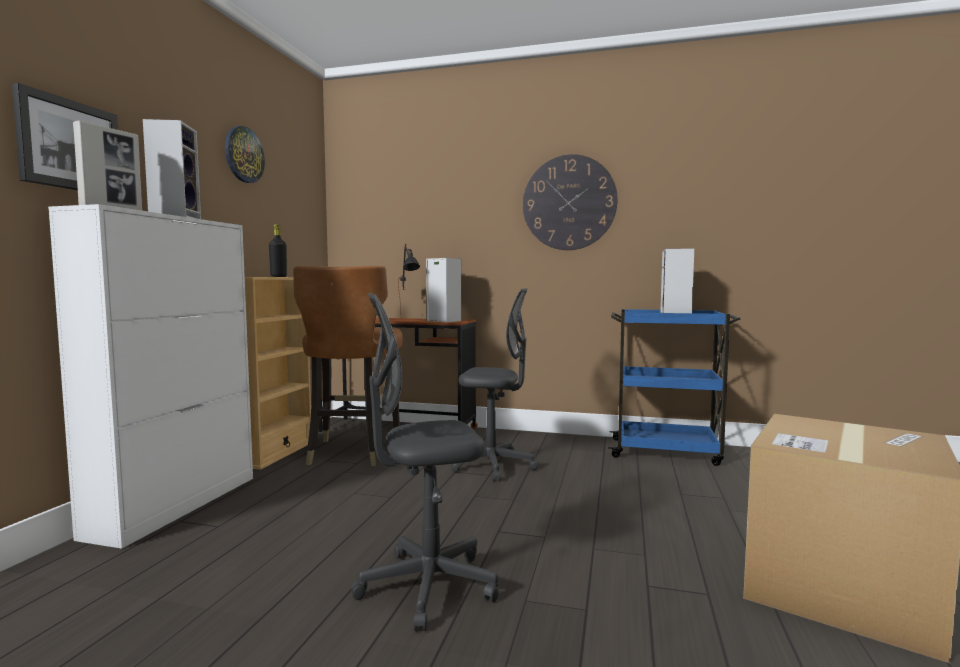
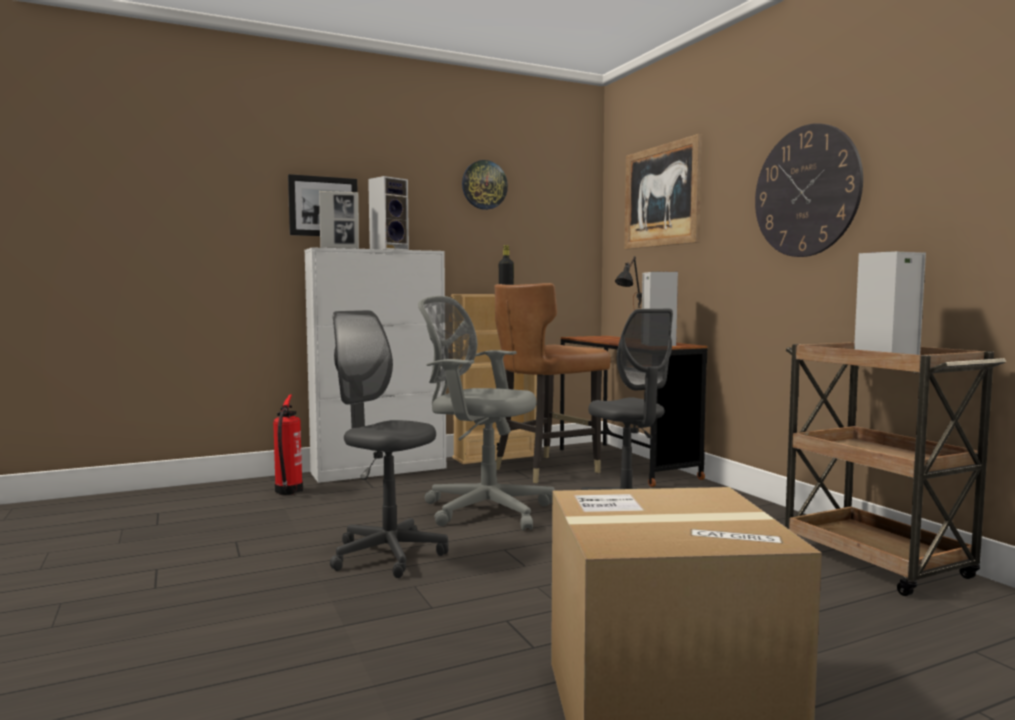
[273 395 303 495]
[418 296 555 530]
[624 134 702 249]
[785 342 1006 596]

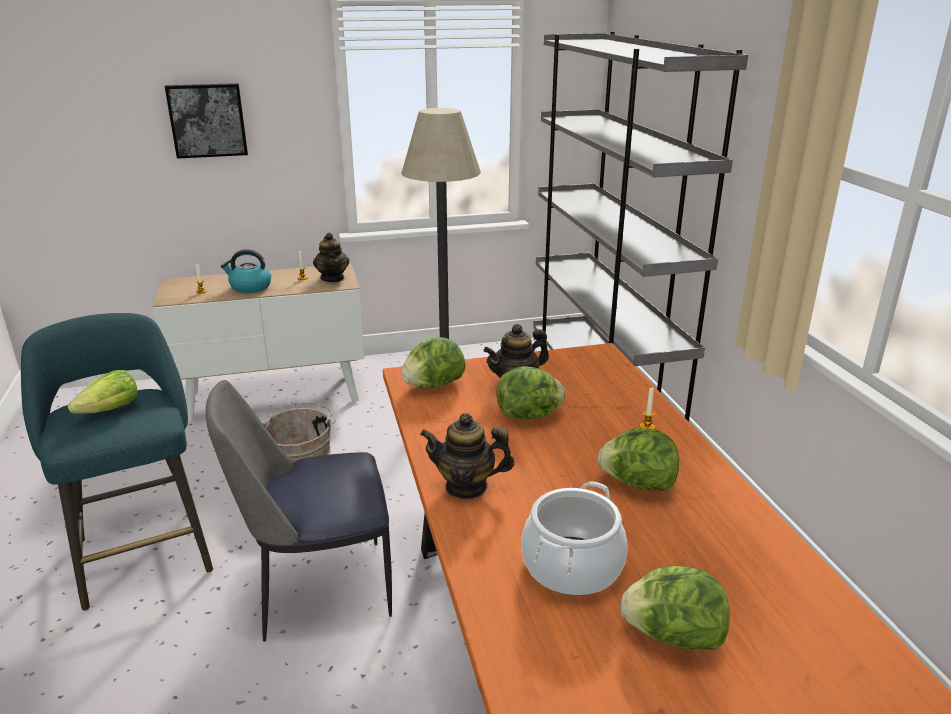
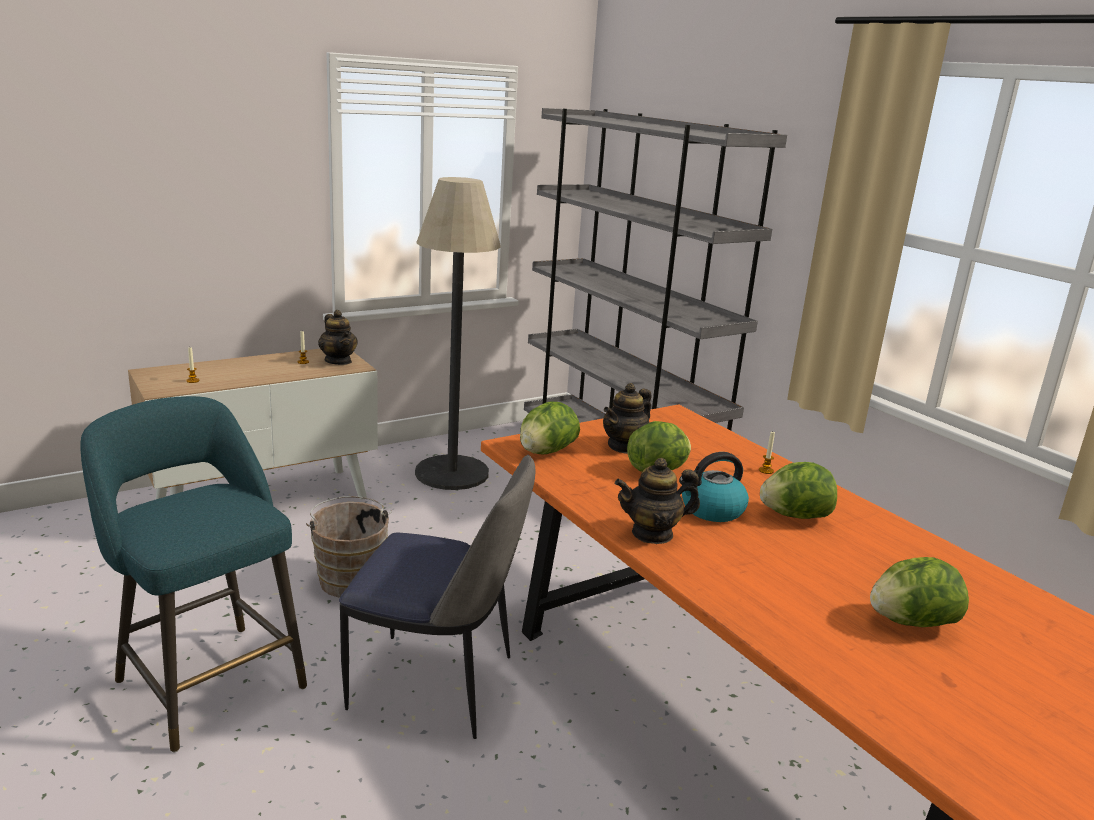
[339 455 535 739]
[679 452 749 522]
[68 370 138 414] (first image)
[165 83 248 159] (first image)
[521 481 628 596] (first image)

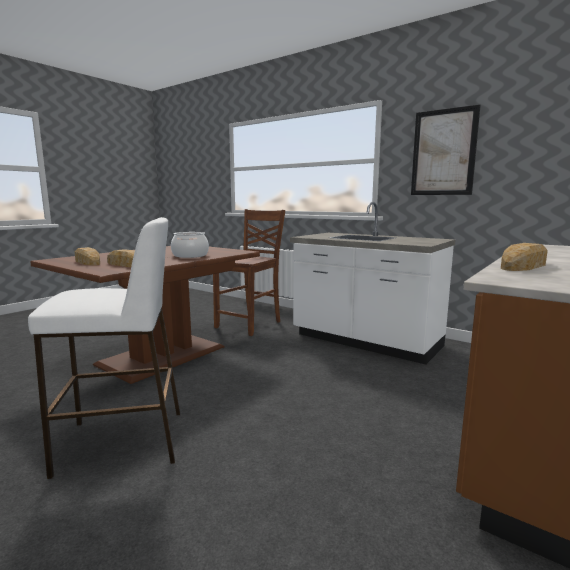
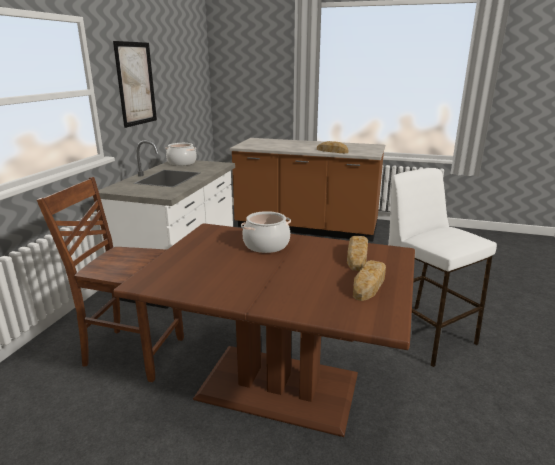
[166 143 197 166]

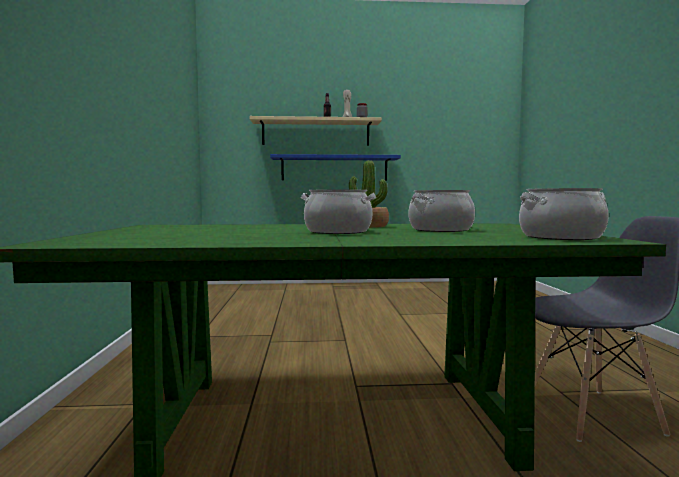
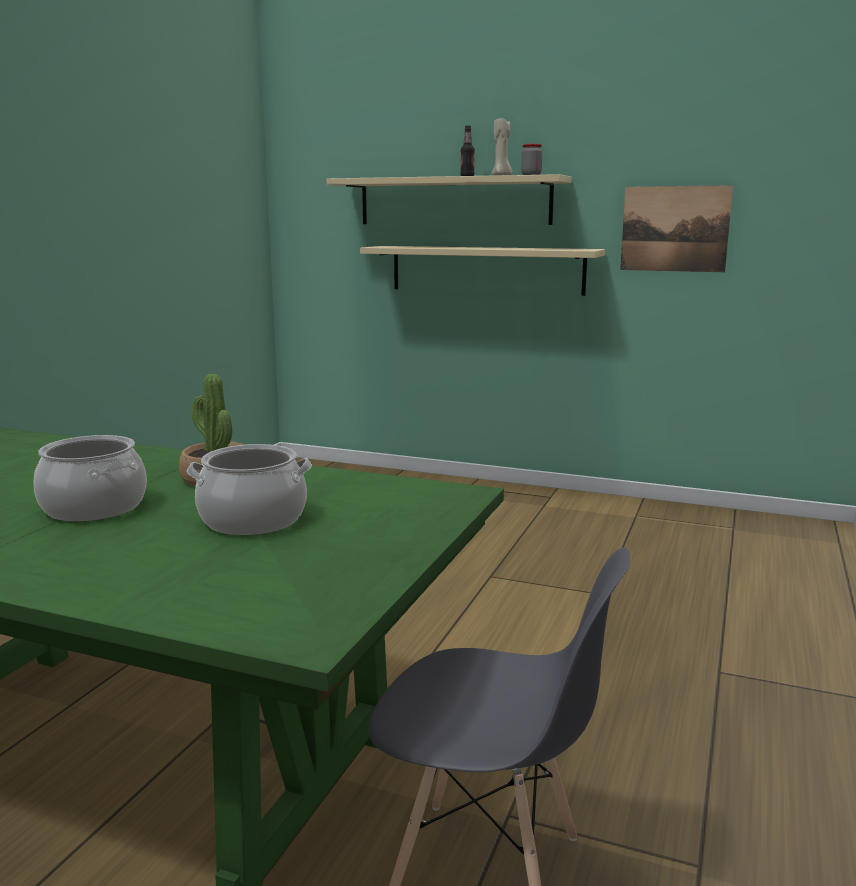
[360 246 605 296]
[620 185 733 272]
[519 188 609 240] (first image)

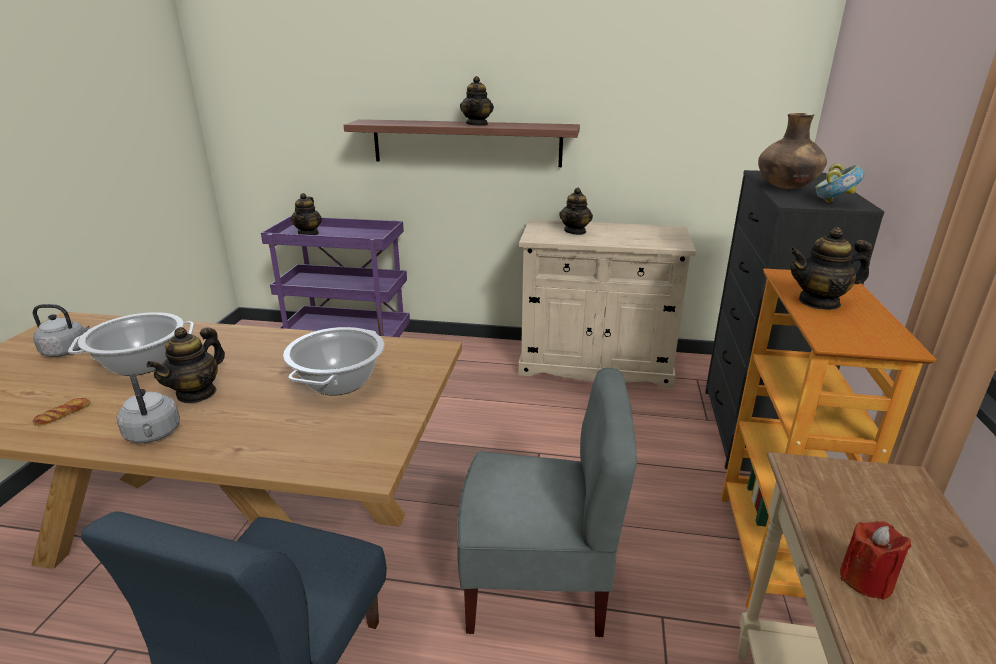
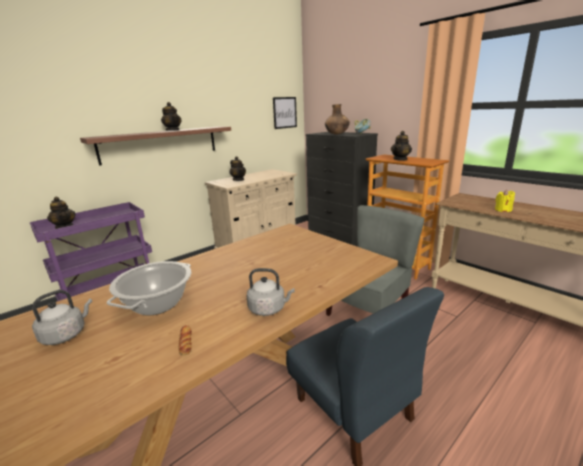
[273 97 297 129]
[495 190 515 212]
[146 327 225 403] (first image)
[283 327 384 396] (first image)

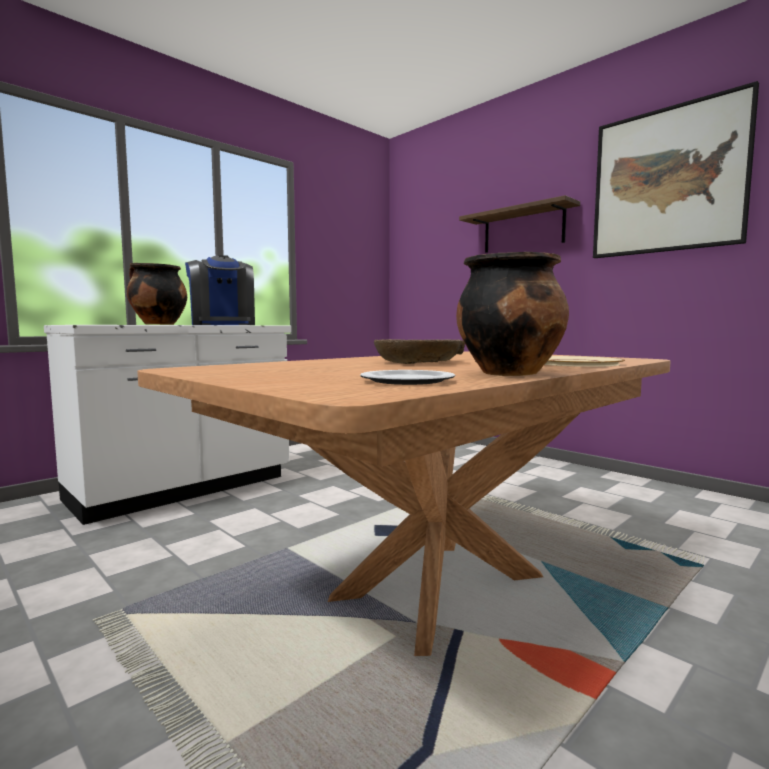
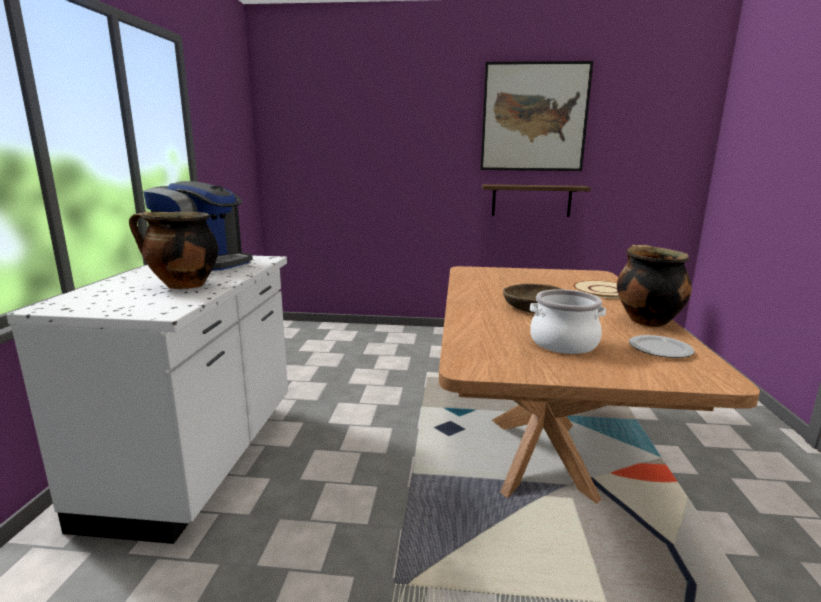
[482 184 591 217]
[530 289 606 354]

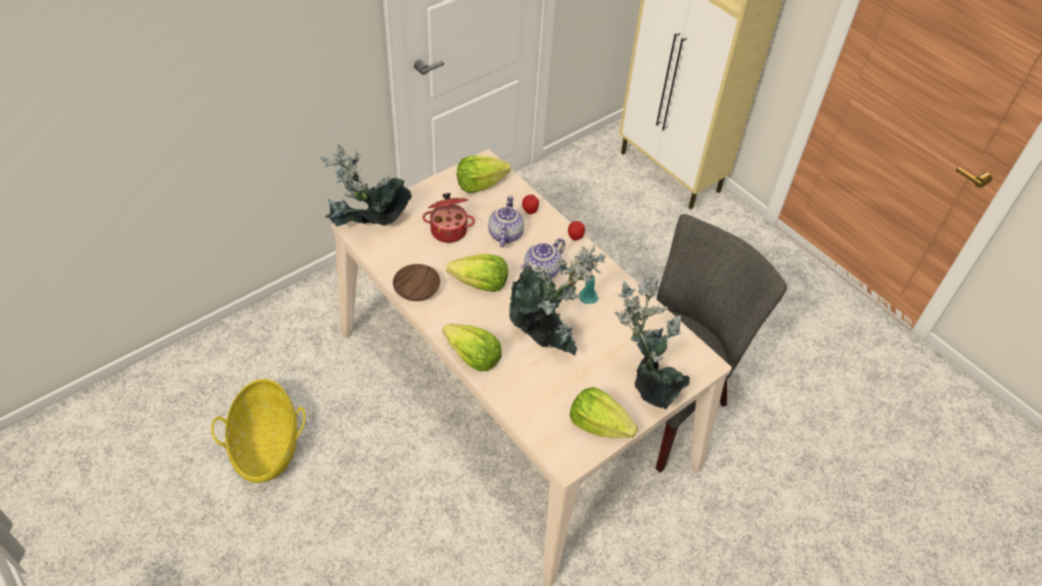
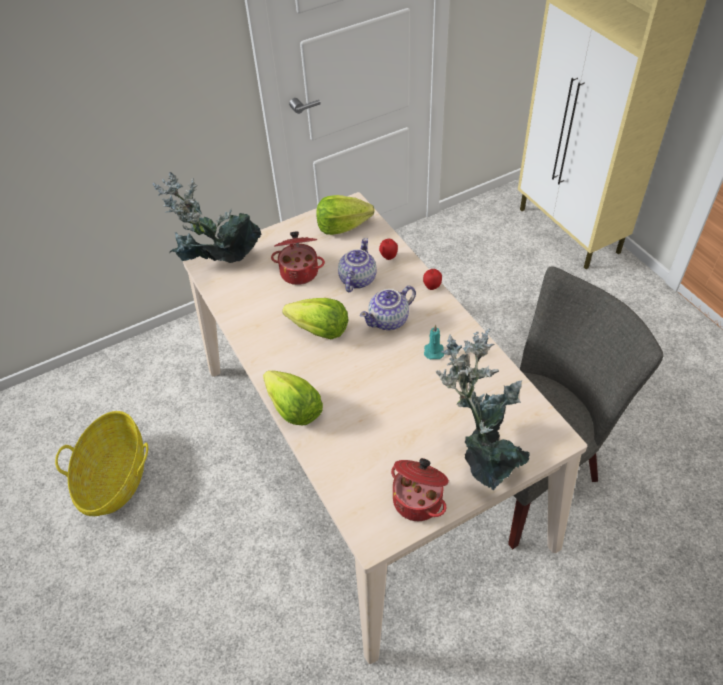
[391 458 449 521]
[393 264 440 301] (first image)
[509 245 606 356] (first image)

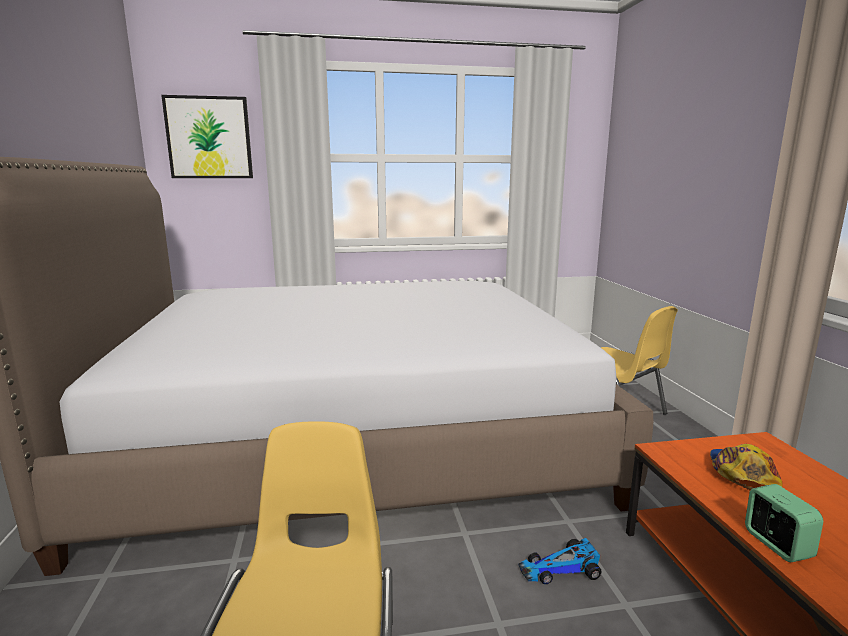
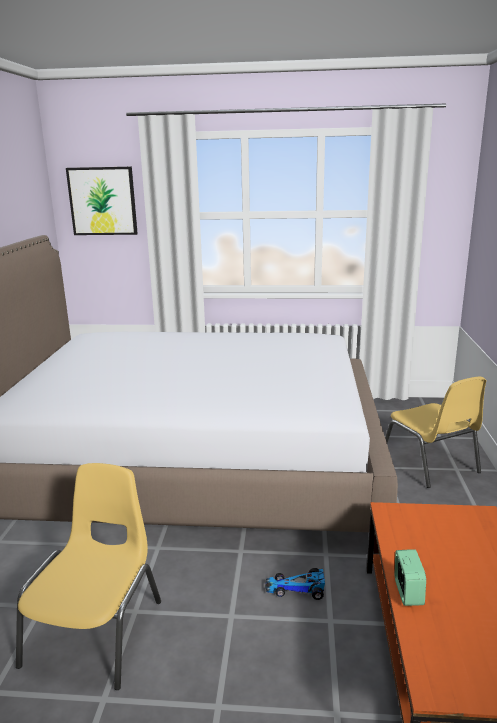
[710 444 783 490] (first image)

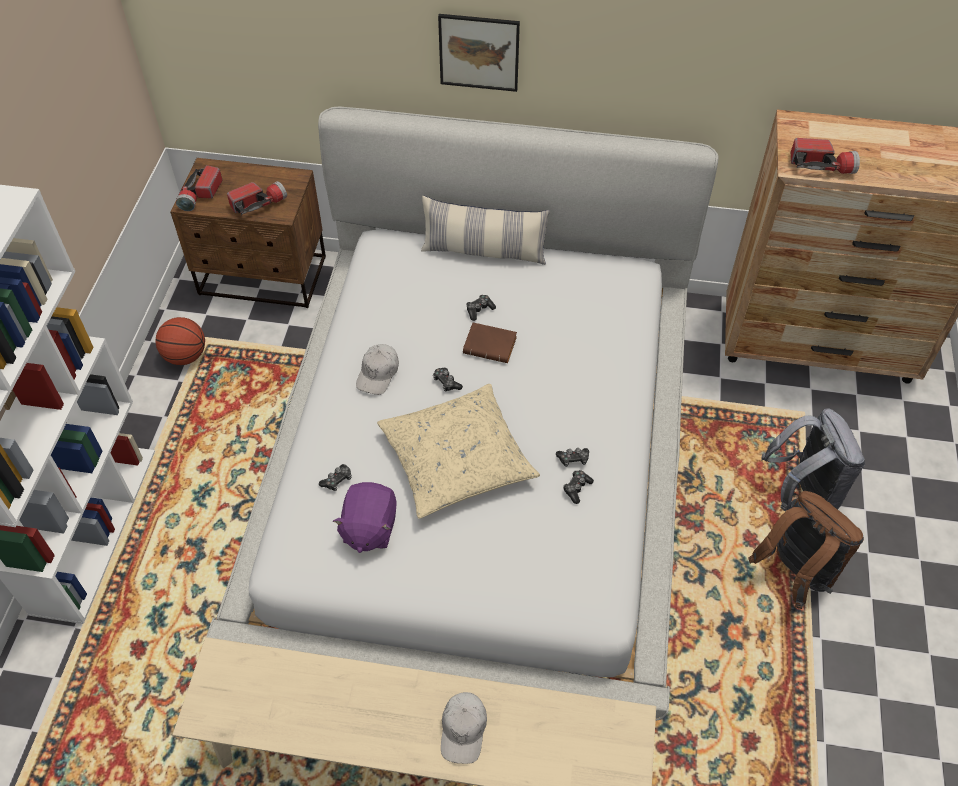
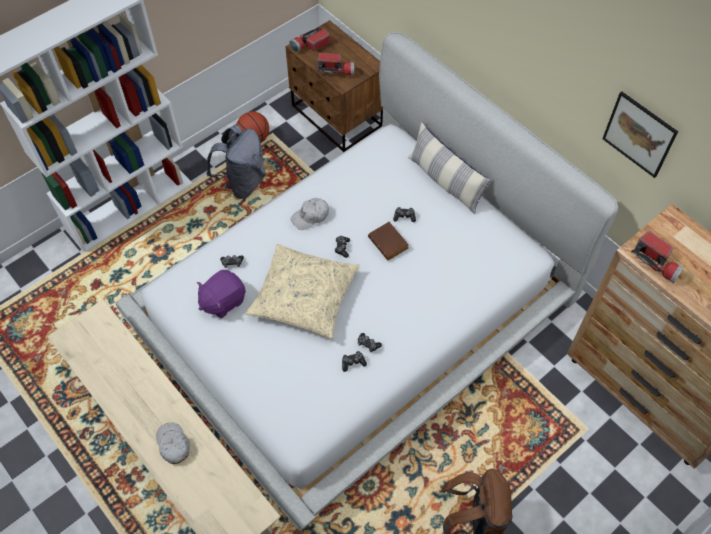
[156 422 190 464]
[206 125 266 199]
[602 92 678 178]

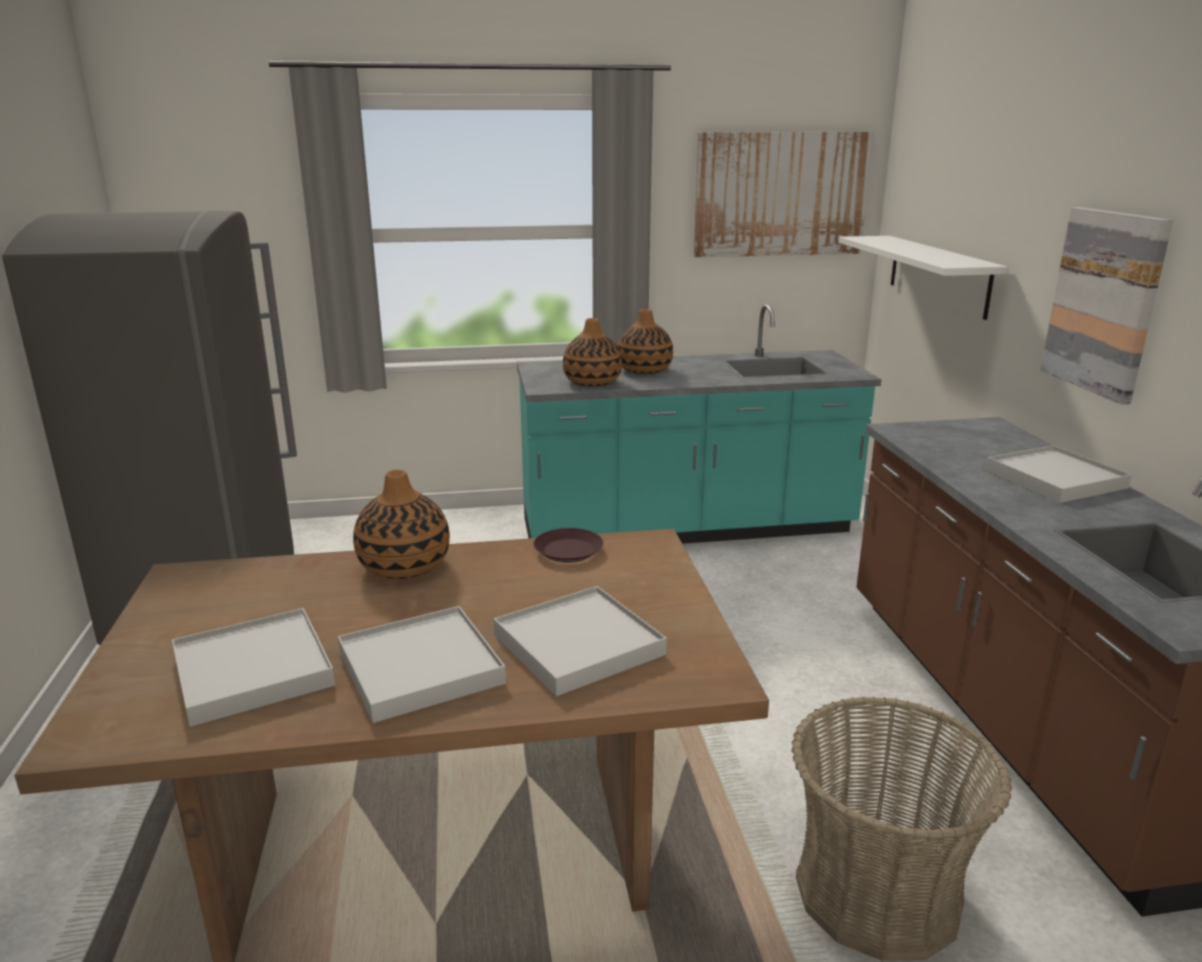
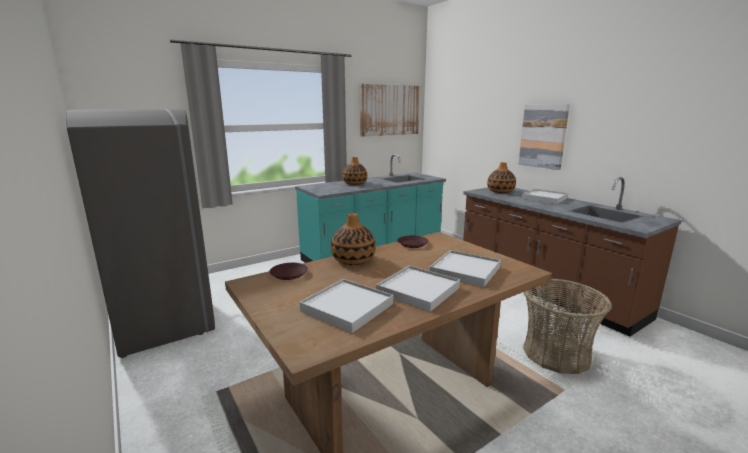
[269 263 308 280]
[487 162 516 193]
[839 236 1008 320] (first image)

